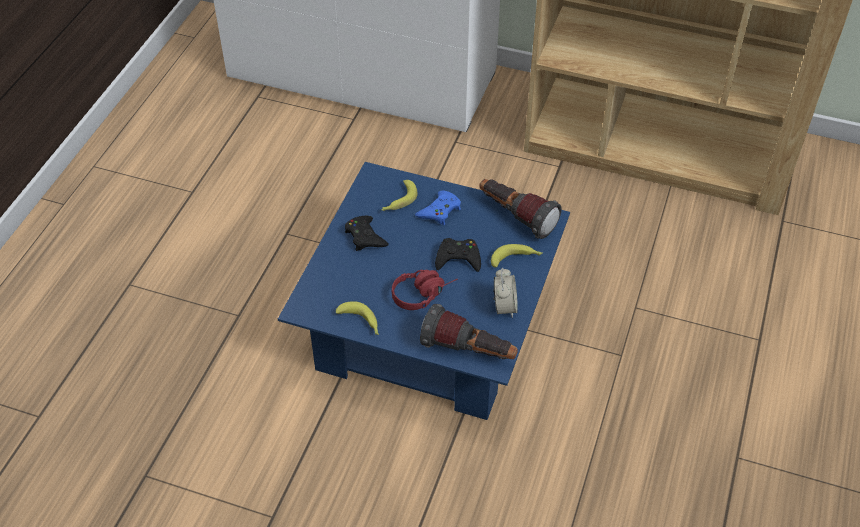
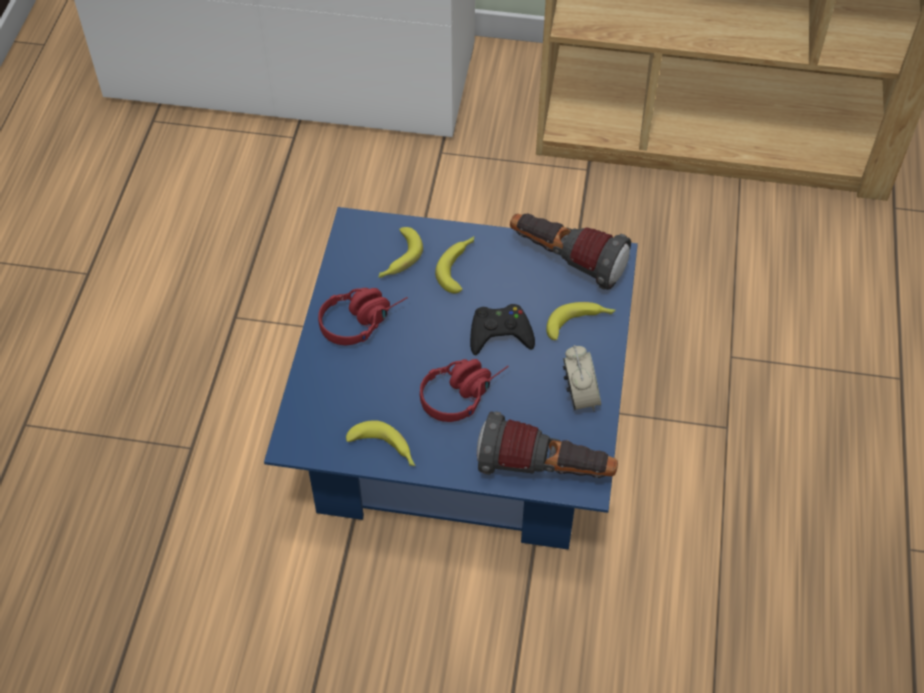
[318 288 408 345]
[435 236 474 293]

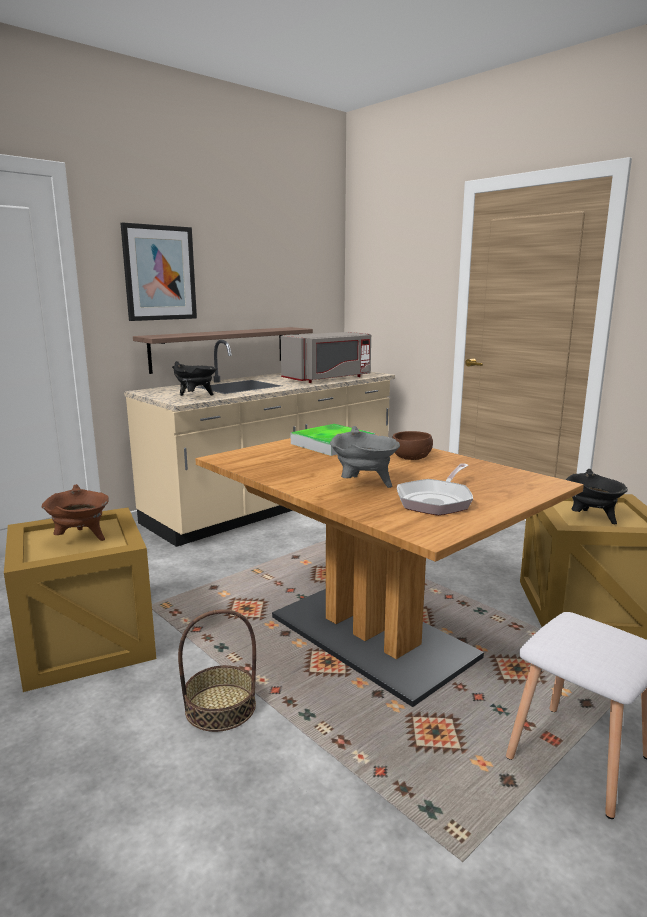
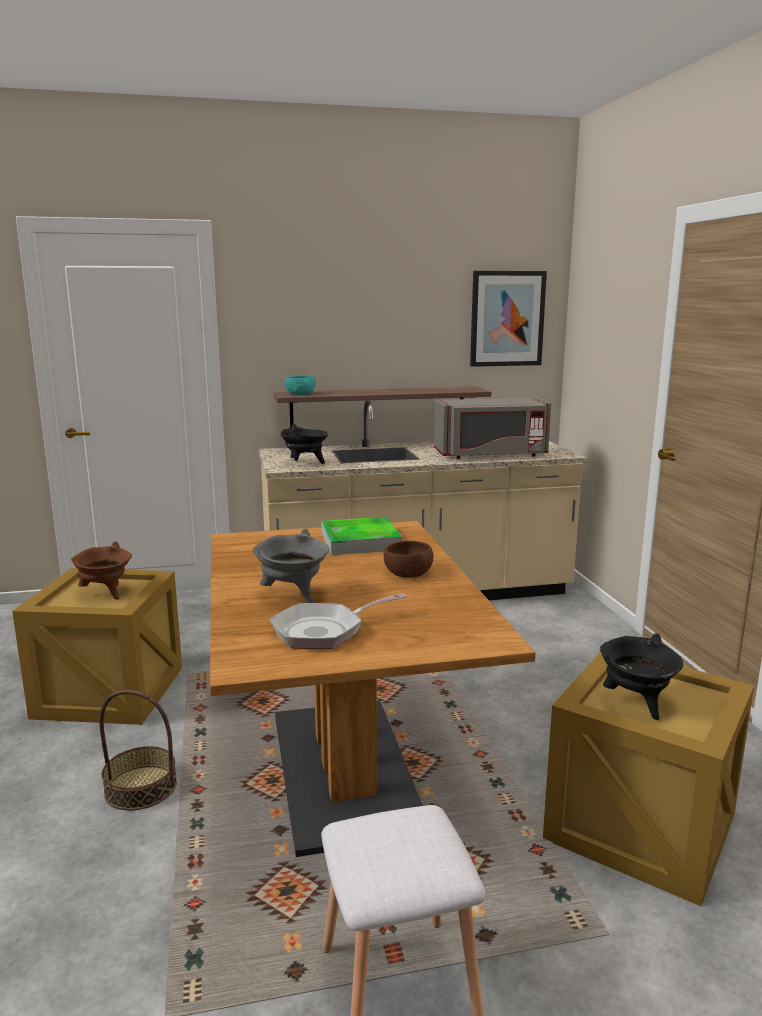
[285 375 316 395]
[470 271 547 367]

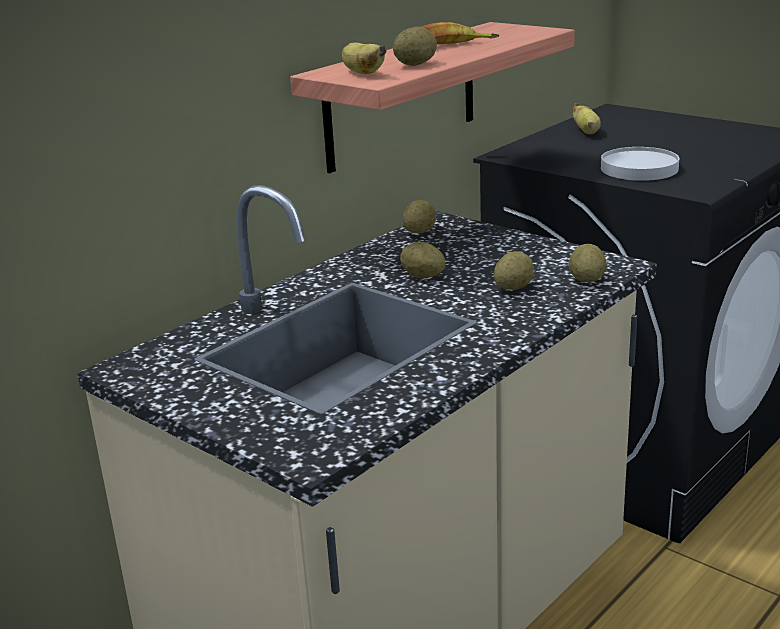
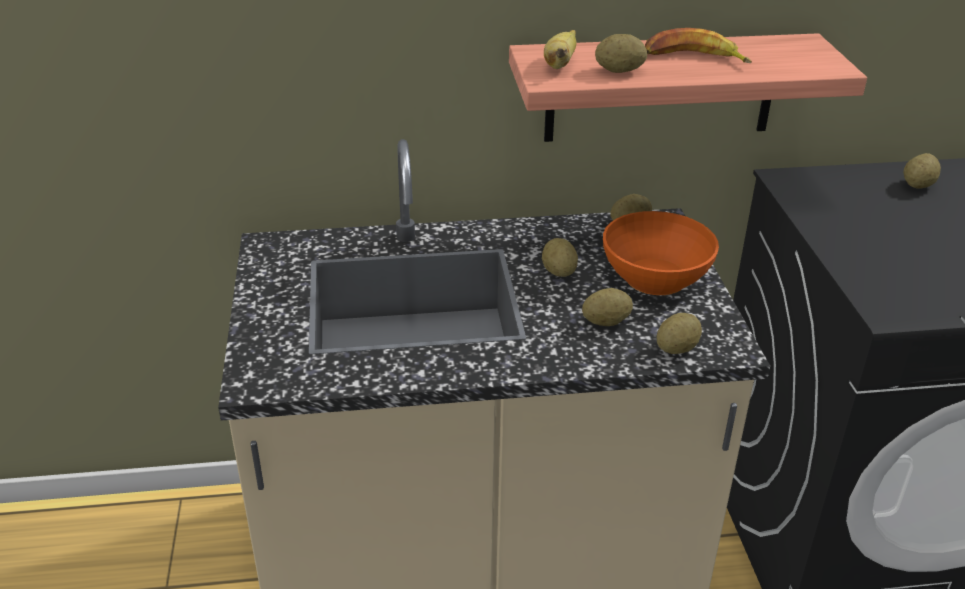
[603 211 719 295]
[903 153 941 189]
[601 147 679 181] (first image)

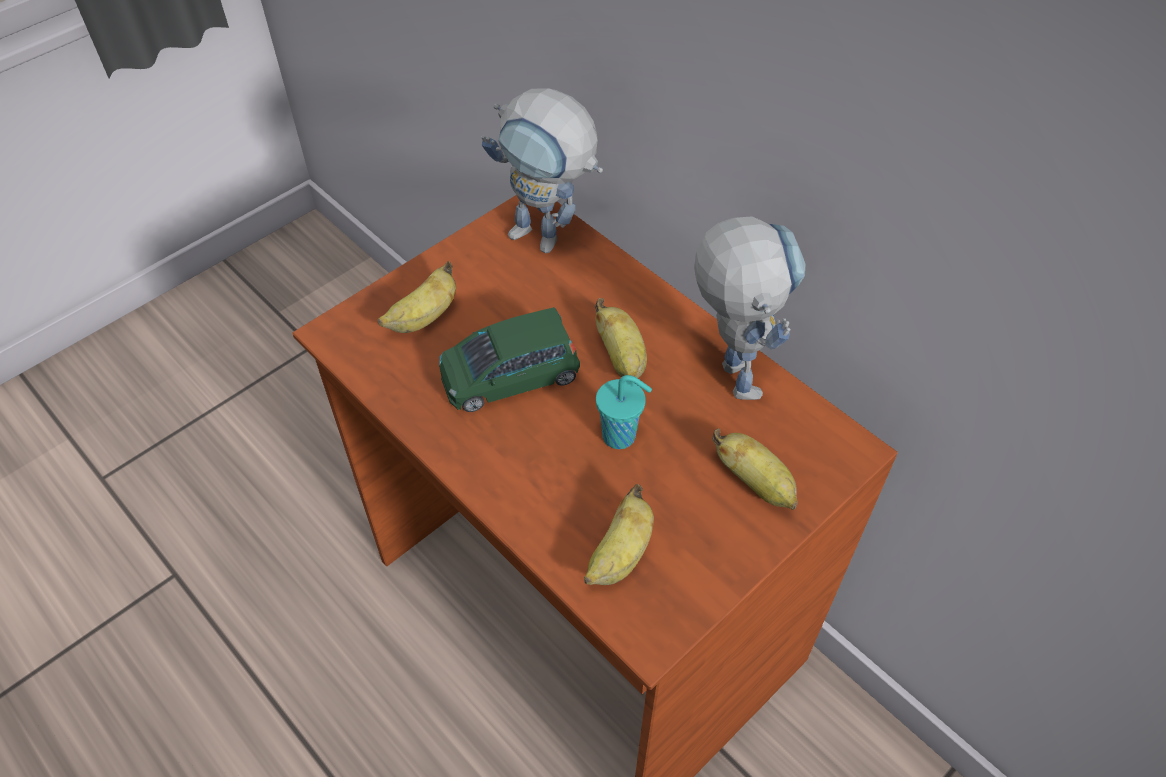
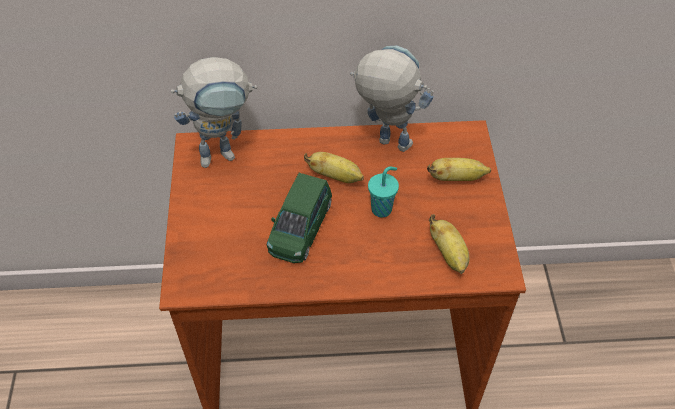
[377 261 456 333] (first image)

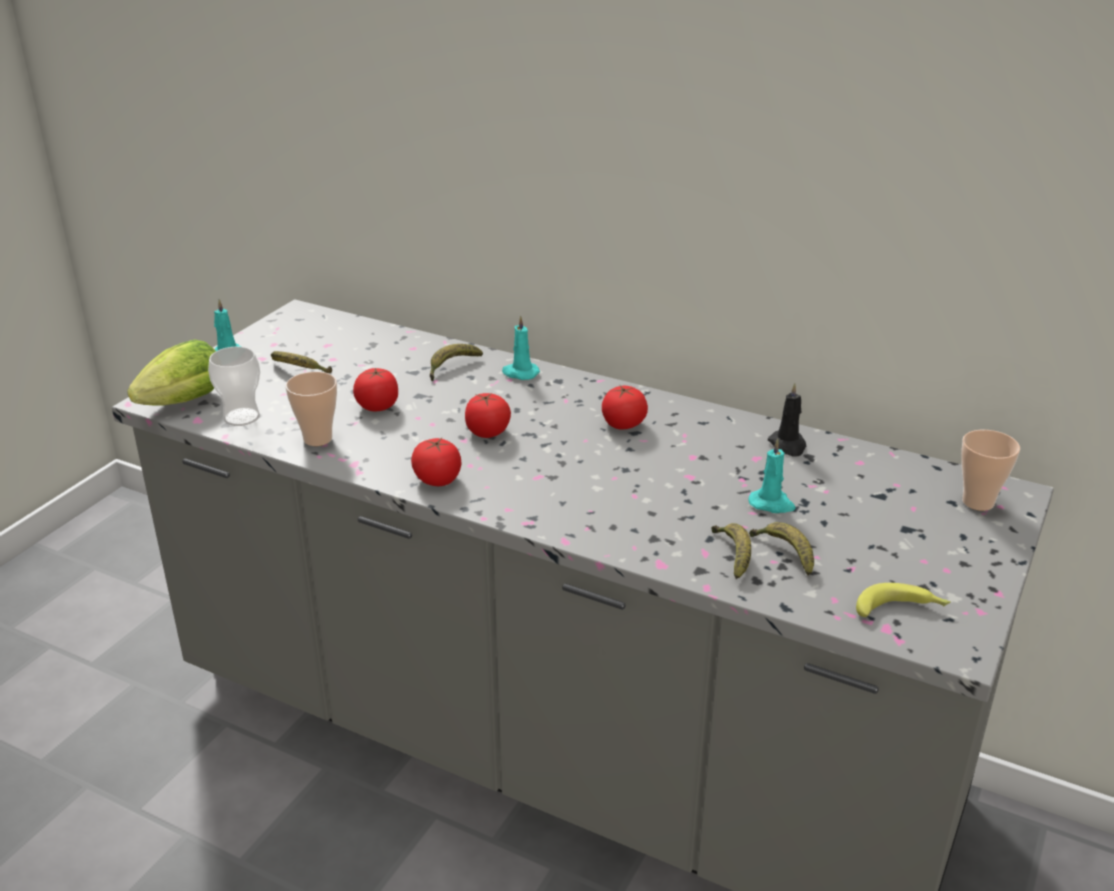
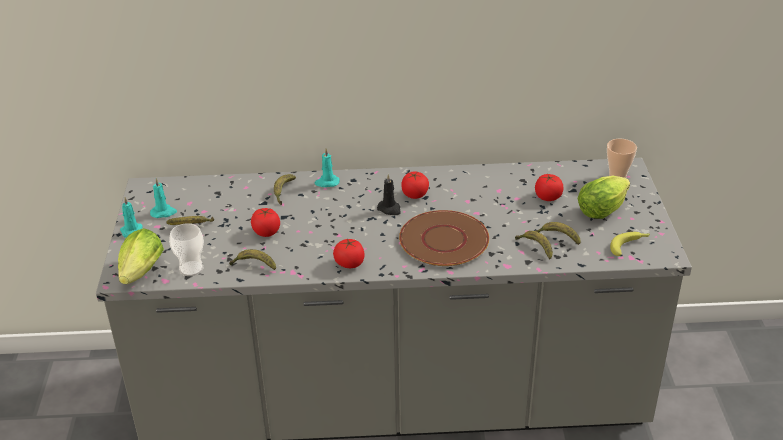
[150 178 177 218]
[229 249 276 270]
[377 174 400 215]
[399 210 489 266]
[535 173 564 201]
[577 175 630 219]

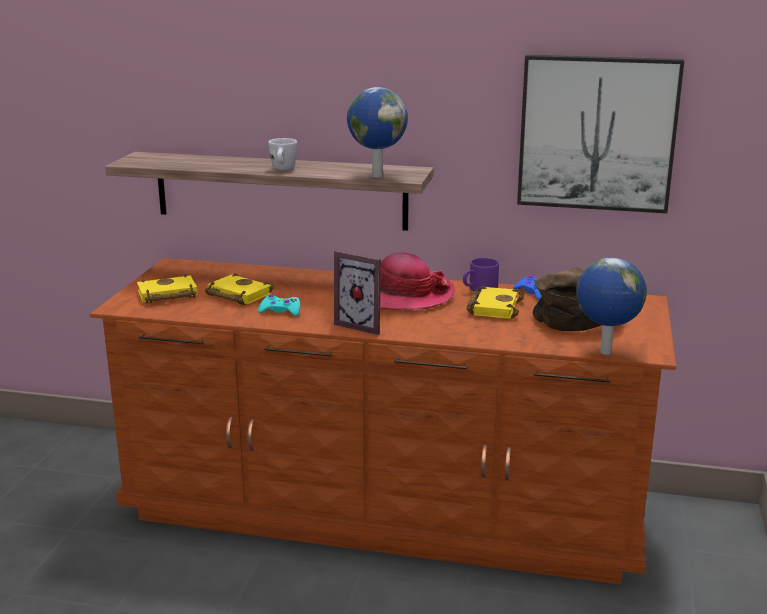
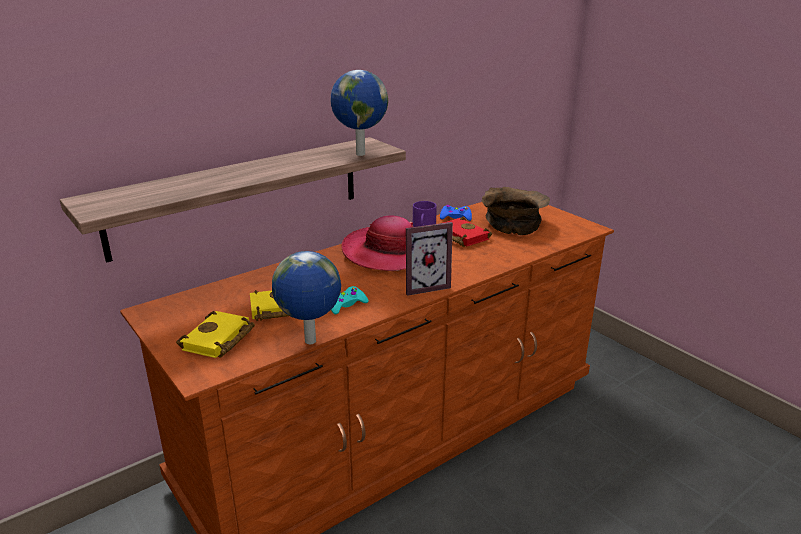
[272 251 341 344]
[443 217 492 247]
[268 138 297 170] (first image)
[517 55 684 213] (first image)

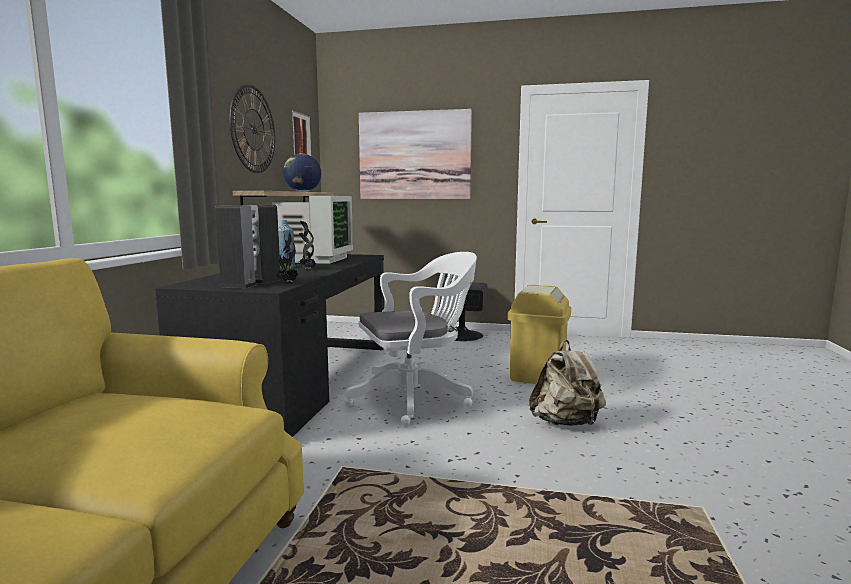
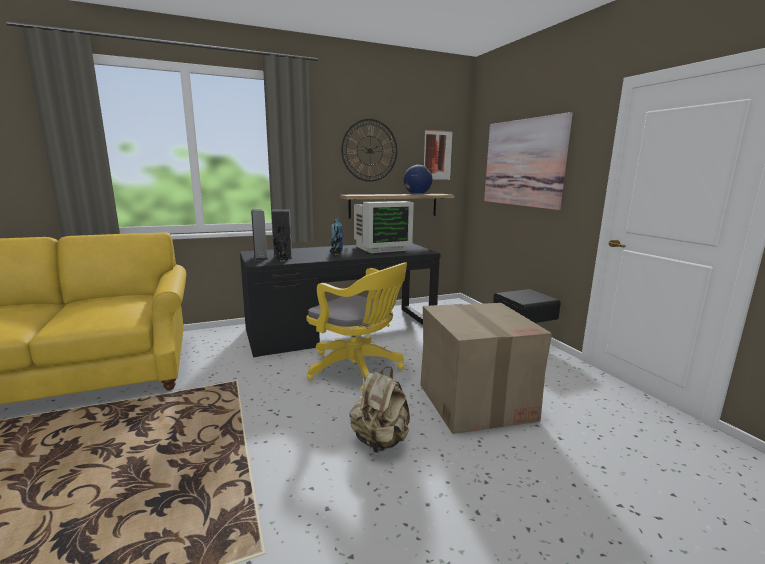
[306 263 407 391]
[420 303 552 434]

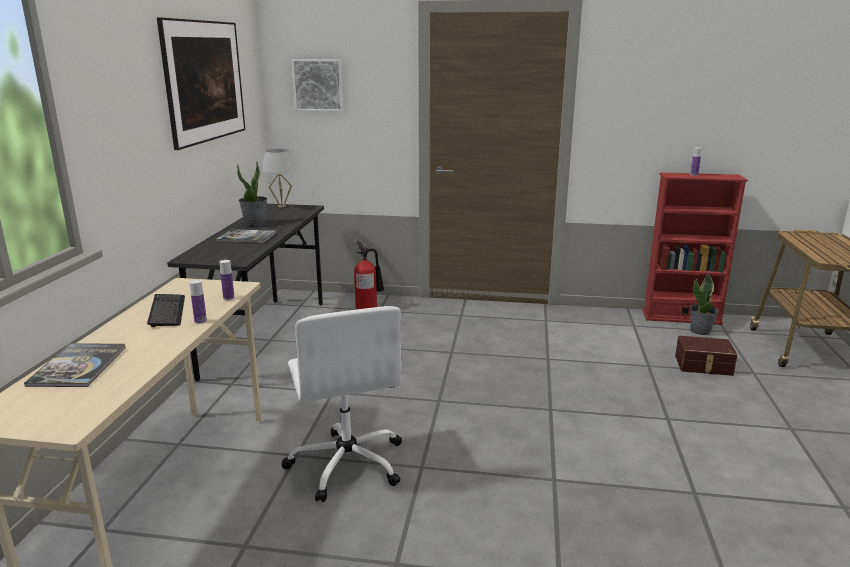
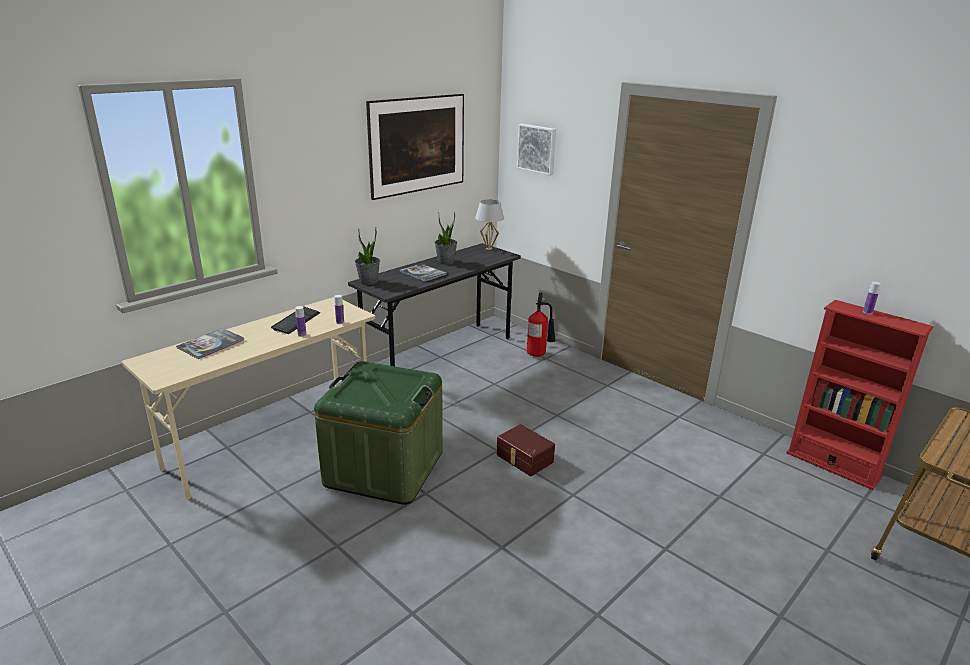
[314 361 443 505]
[355 228 380 285]
[497 424 555 476]

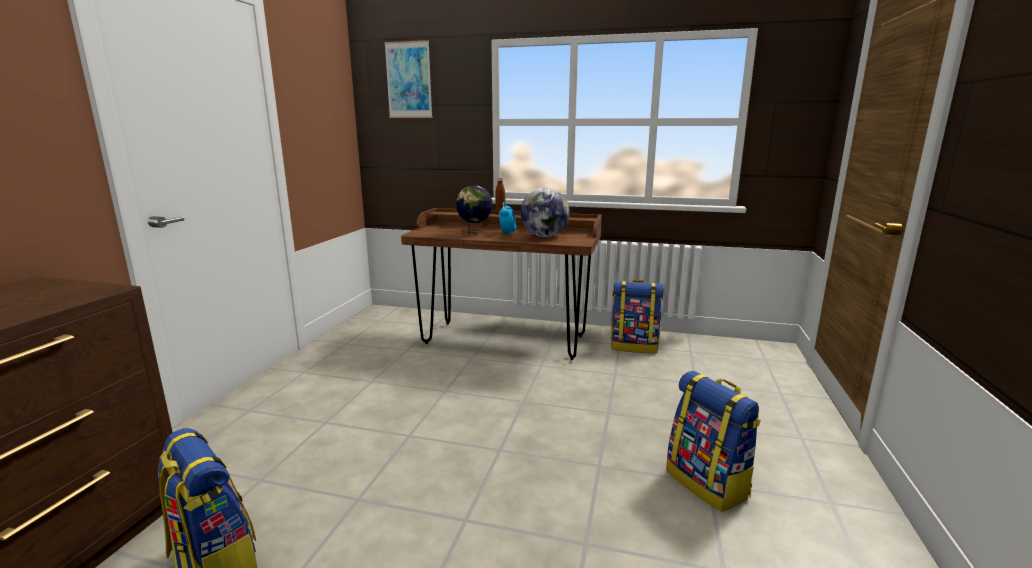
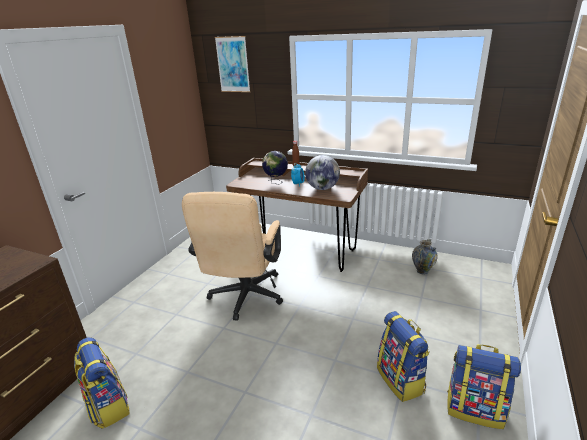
[182 192 283 321]
[412 239 438 275]
[447 344 521 429]

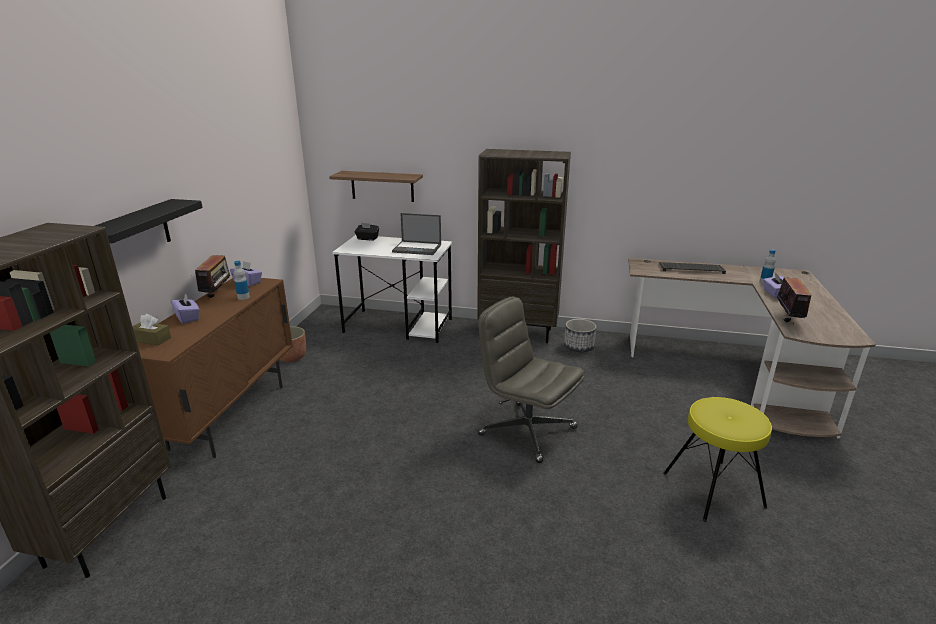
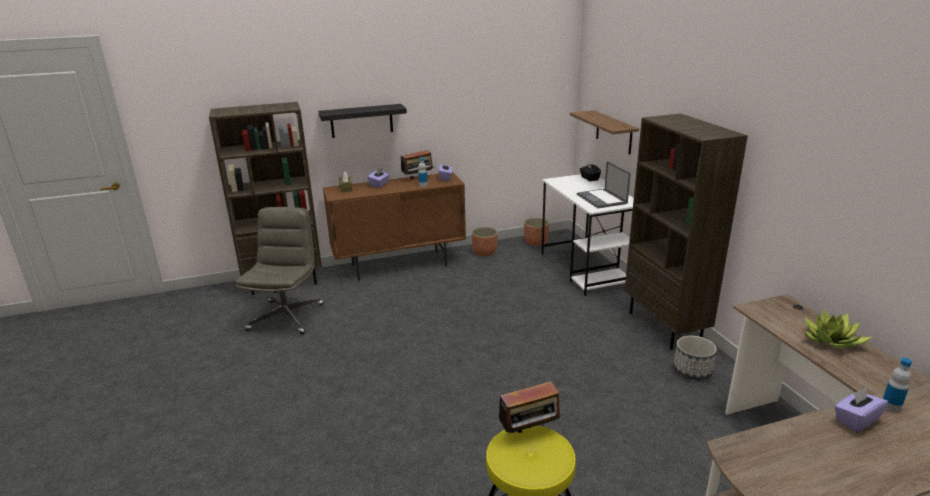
[236 207 324 334]
[499 381 563 433]
[524 218 549 246]
[803 309 873 349]

